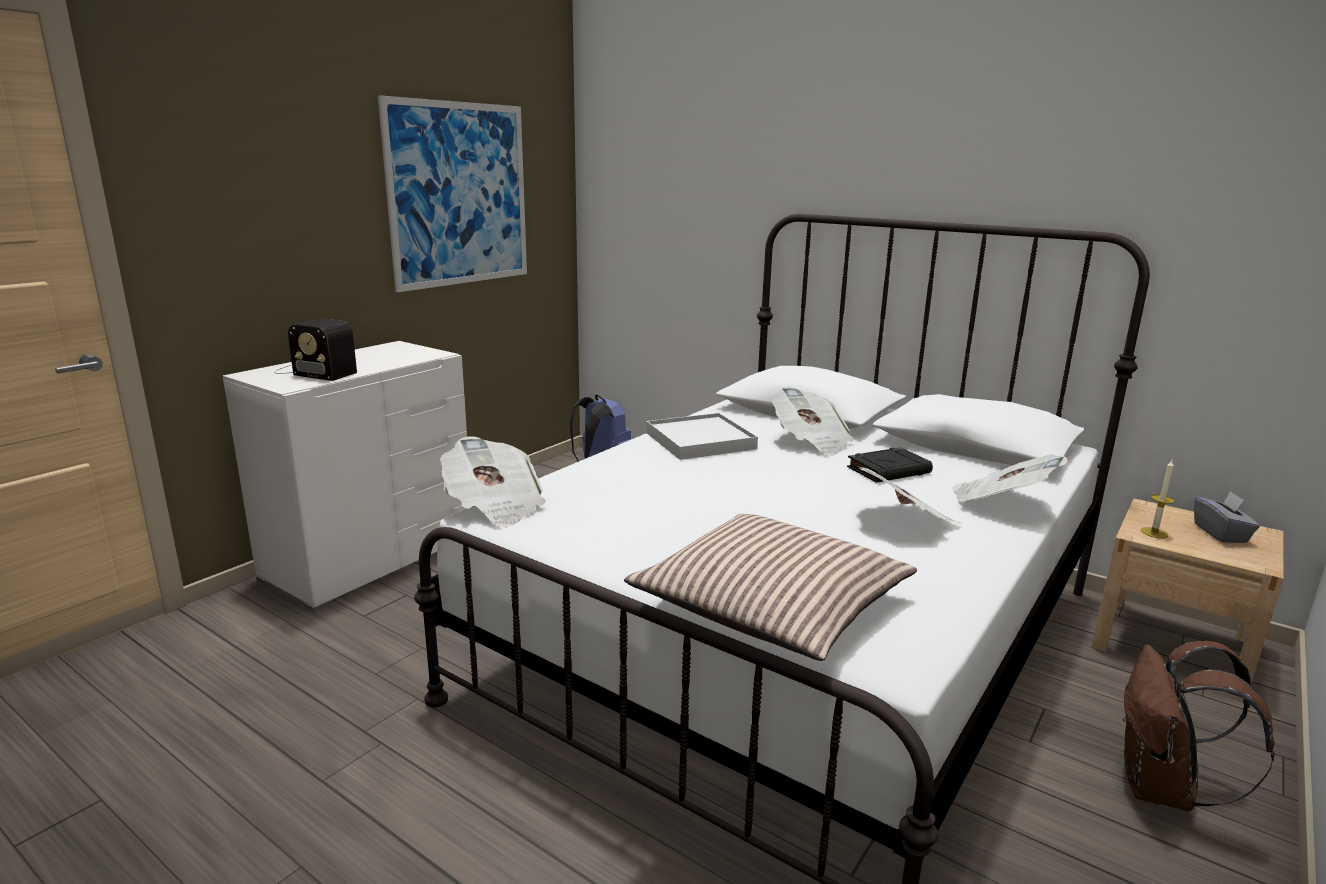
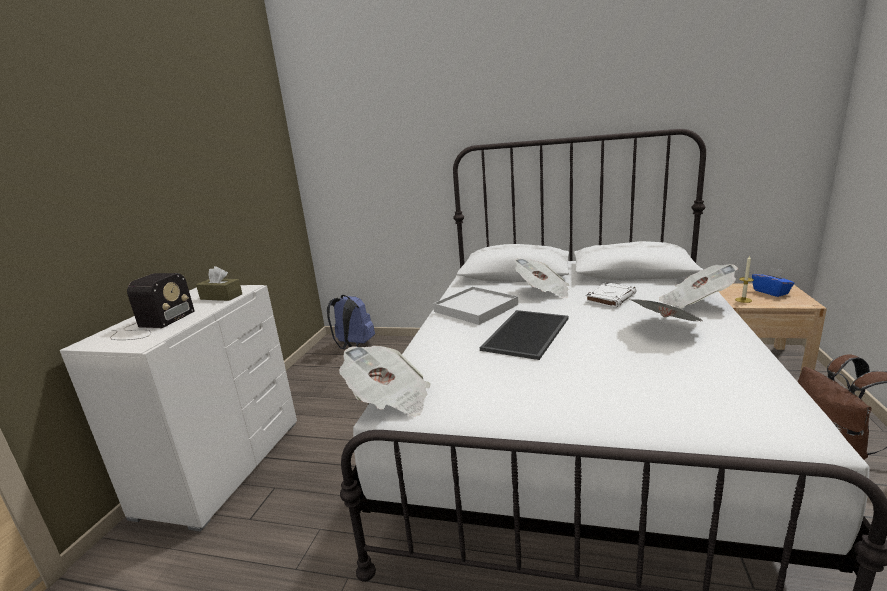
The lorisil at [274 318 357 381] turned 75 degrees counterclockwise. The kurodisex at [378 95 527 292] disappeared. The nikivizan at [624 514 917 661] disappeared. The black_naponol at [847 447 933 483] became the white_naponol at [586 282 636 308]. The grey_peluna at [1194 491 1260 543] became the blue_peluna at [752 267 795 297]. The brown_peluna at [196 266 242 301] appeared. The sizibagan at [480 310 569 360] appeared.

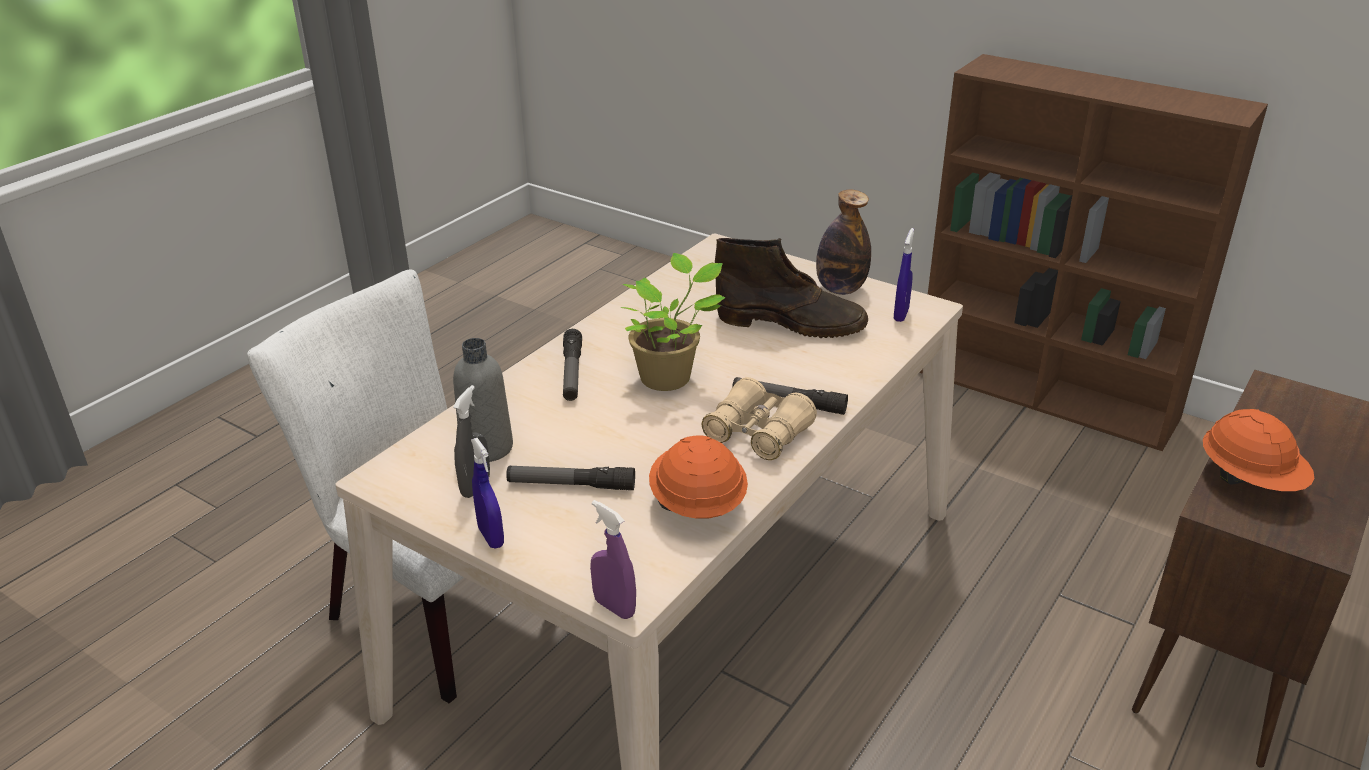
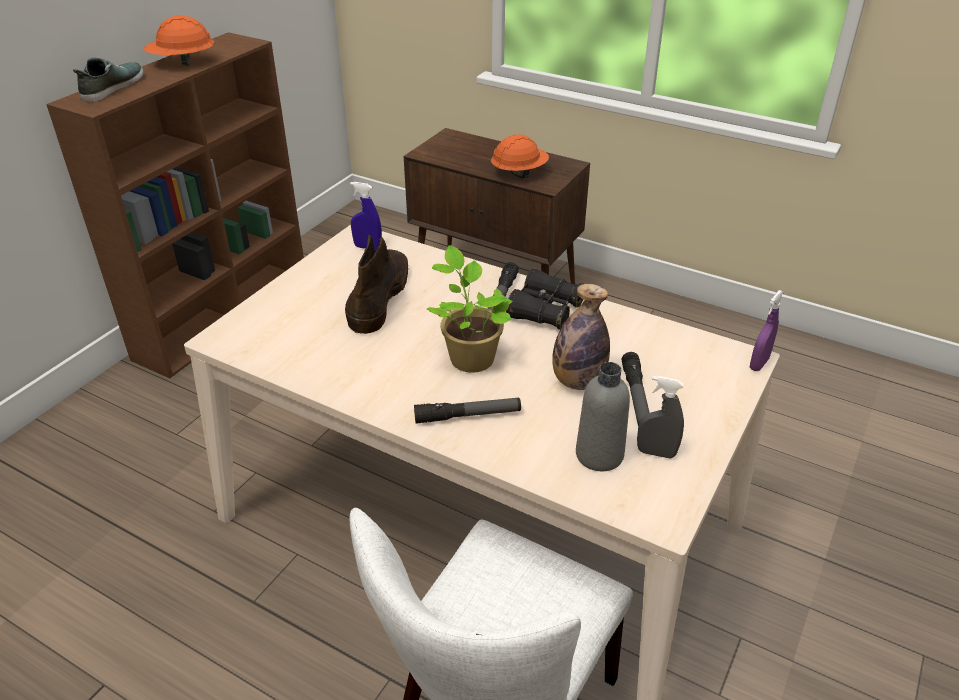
The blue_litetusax at [471 438 504 548] disappeared. The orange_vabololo moved from [649 435 748 519] to [144 15 215 66]. The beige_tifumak at [702 377 817 460] became the black_tifumak at [506 269 583 330]. The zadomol moved from [816 189 871 295] to [552 284 610 390]. The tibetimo at [73 57 144 102] appeared.

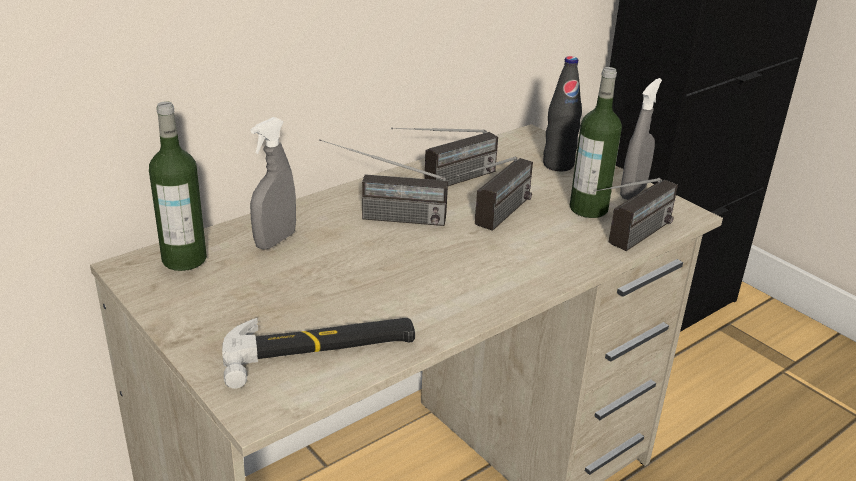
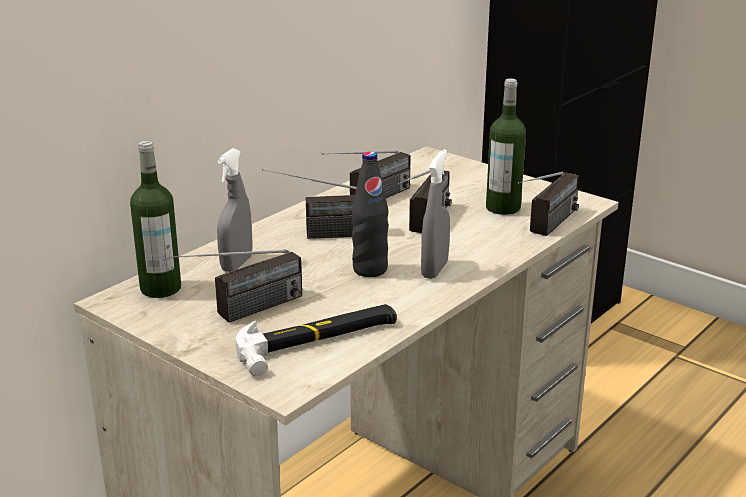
The black_zadomol moved from [543 56 582 171] to [352 151 389 277]. The grey_litetusax moved from [620 78 662 200] to [421 149 450 279]. The lorisil at [168 249 302 322] appeared.

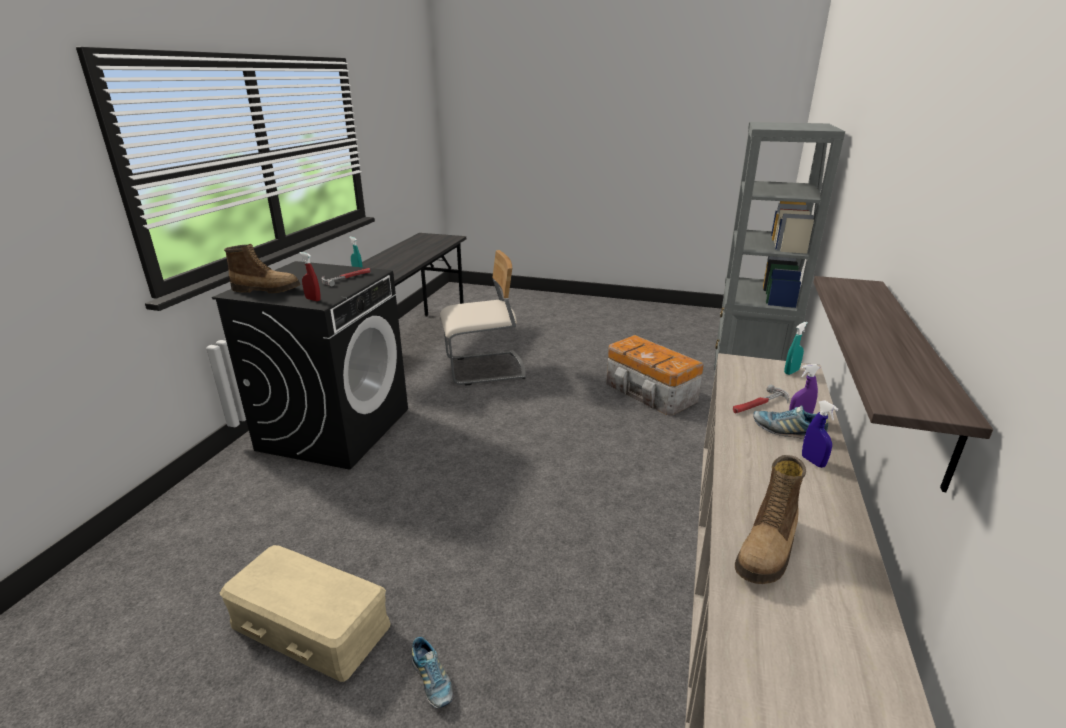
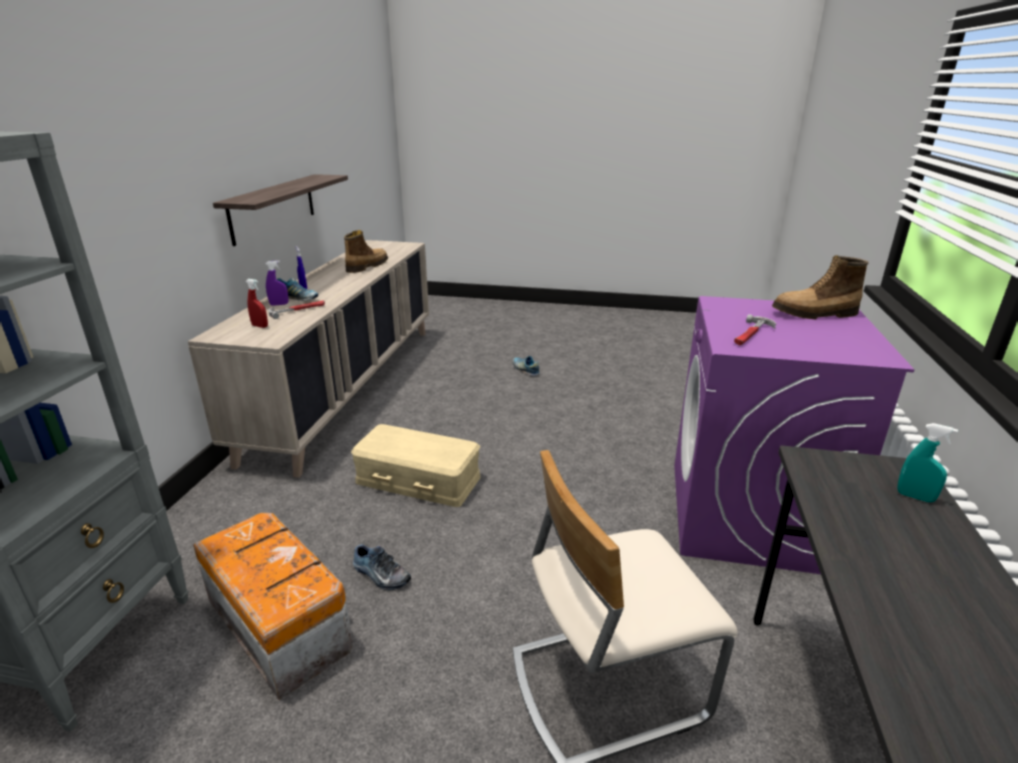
The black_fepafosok at [212 261 408 470] became the purple_fepafosok at [674 296 915 574]. The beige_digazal moved from [220 545 391 682] to [351 424 480 507]. The red_litetusax moved from [299 252 321 301] to [246 279 268 328]. The turquoise_litetusax at [784 322 808 375] disappeared. The tibetimo at [353 544 411 590] appeared.

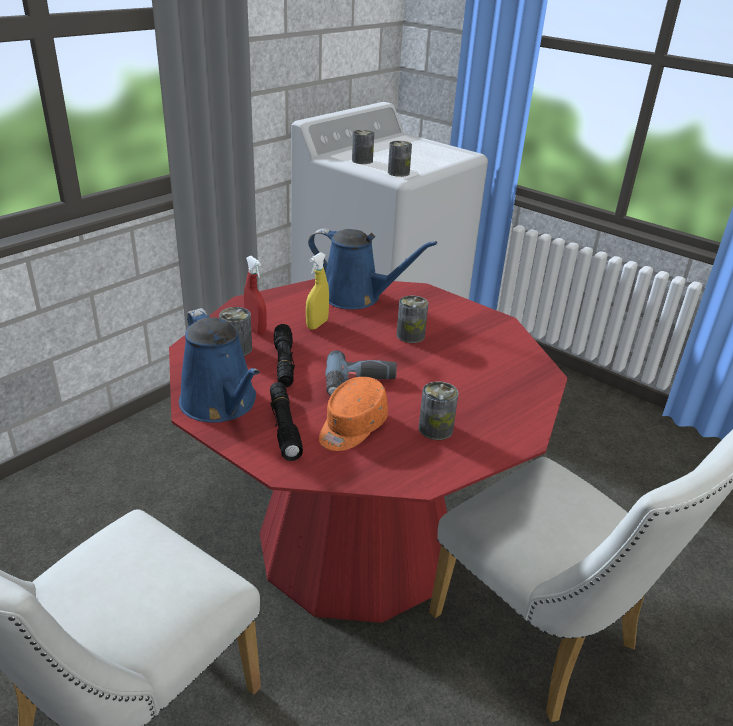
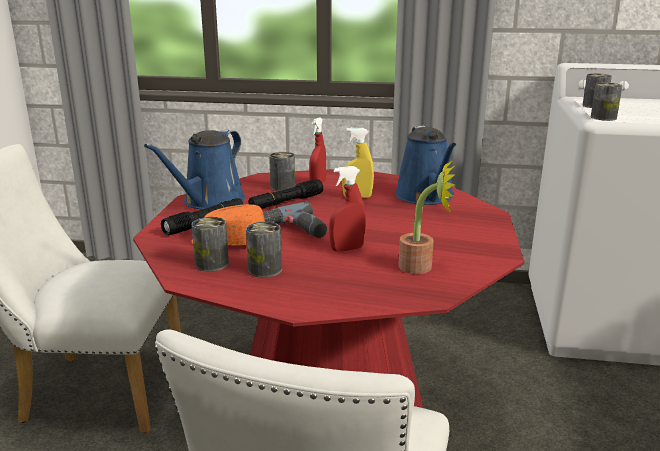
The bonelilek moved from [397 296 428 343] to [192 217 229 272]. The red_litetusax at [329 166 366 252] appeared. The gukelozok at [398 161 455 274] appeared.

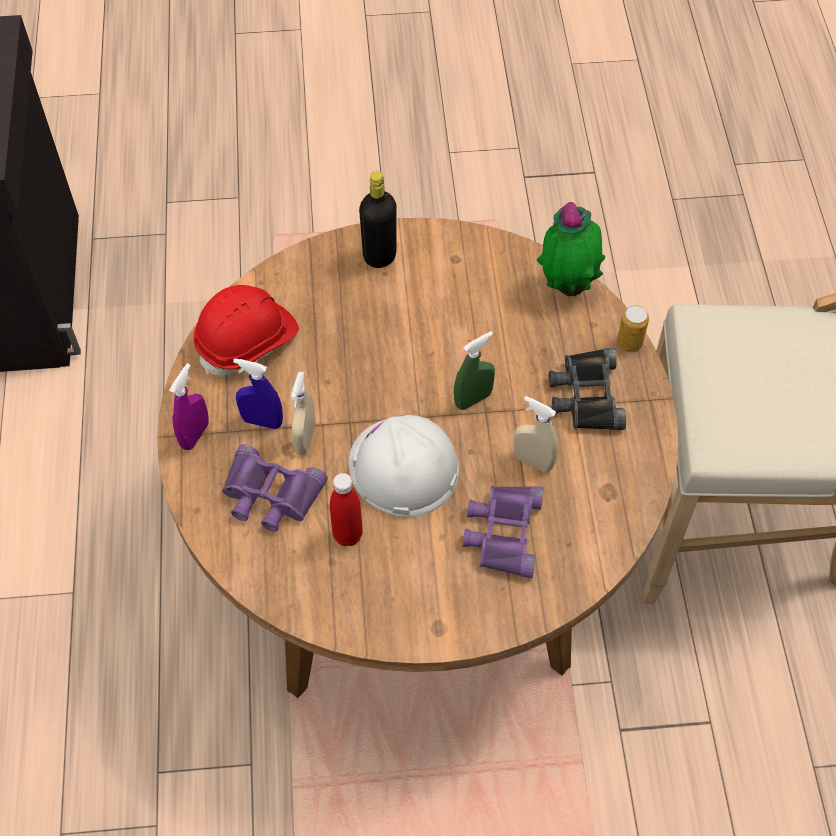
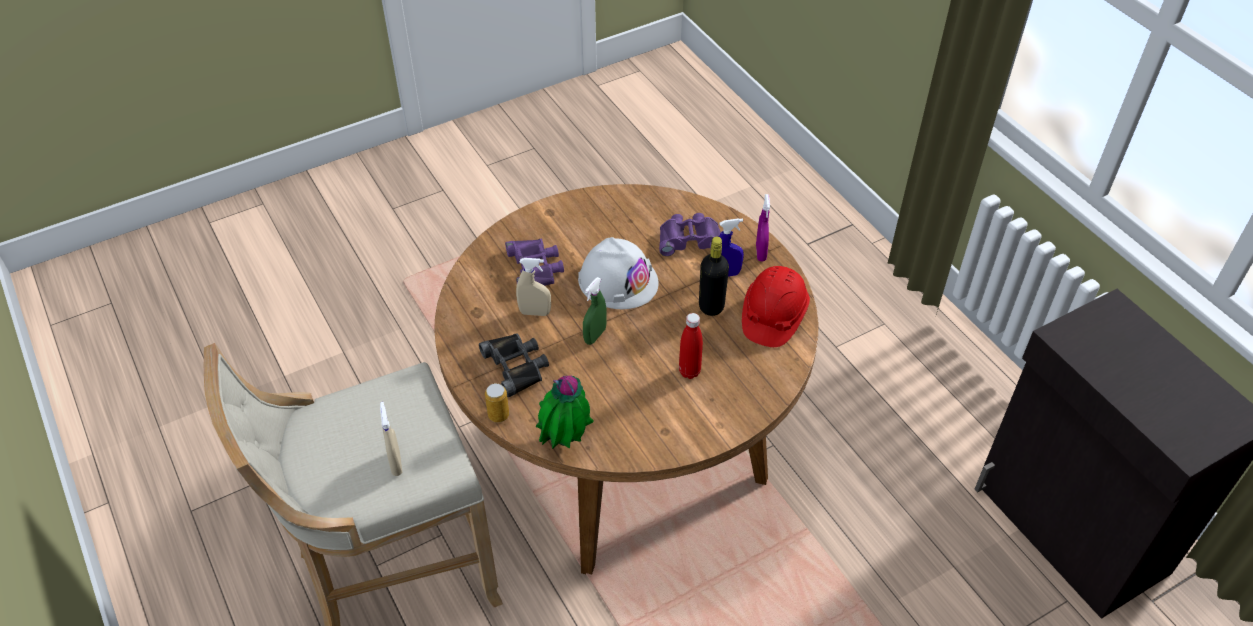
The beige_litetusax moved from [291 372 316 455] to [380 402 402 476]. The red_zadomol moved from [330 473 363 546] to [679 313 703 379]. The black_zadomol moved from [359 171 397 268] to [699 236 729 316].

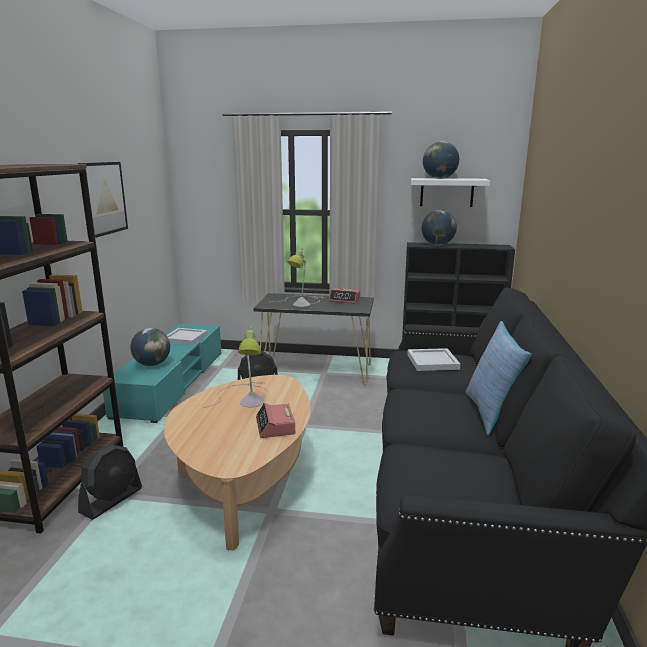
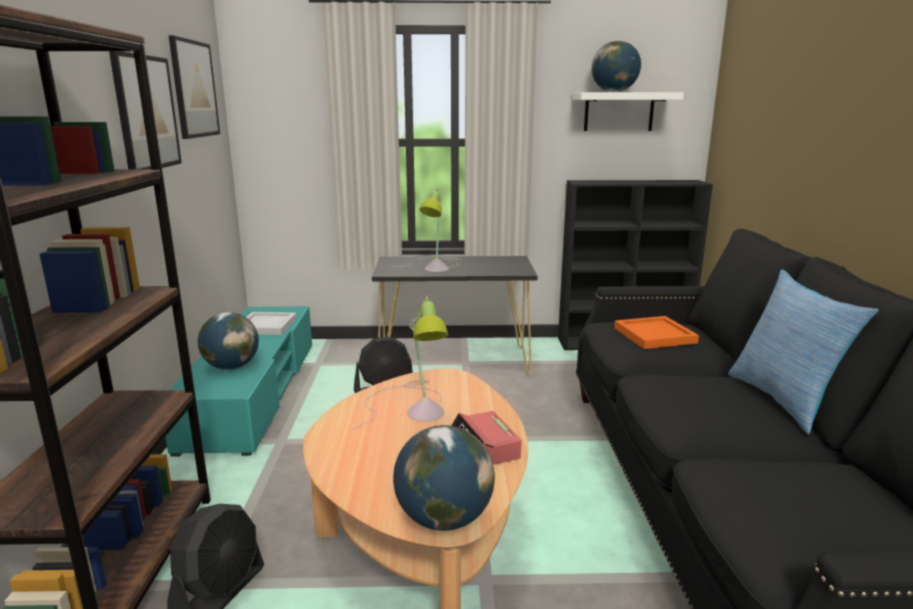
The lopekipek at [329 288 360 303] disappeared. The white_sizibagan at [407 348 460 371] became the orange_sizibagan at [614 316 699 349]. The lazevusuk moved from [421 210 457 245] to [393 425 495 531]. The kurodisex at [169 35 220 139] appeared.

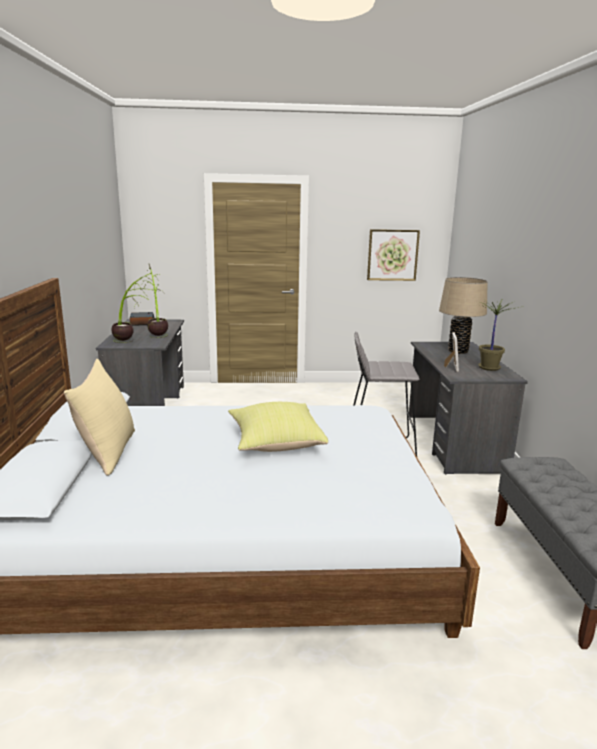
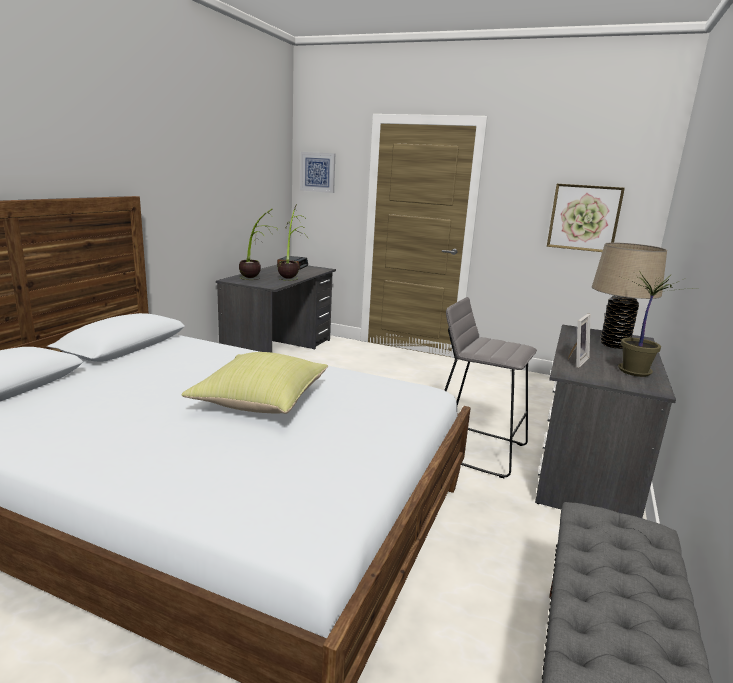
The beige_nikivizan at [64 359 135 476] disappeared. The kurodisex at [300 152 335 193] appeared.

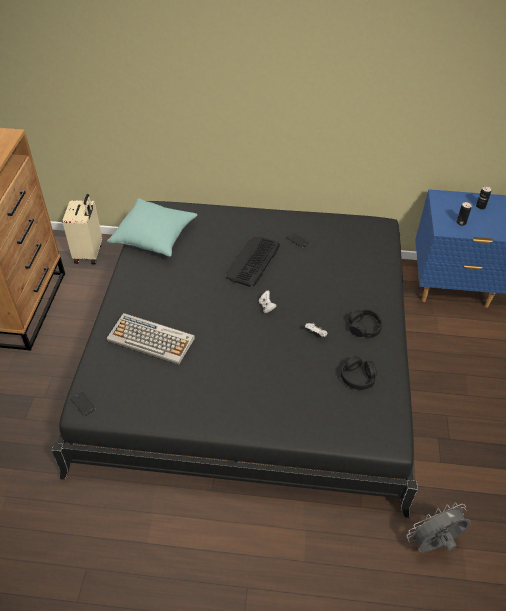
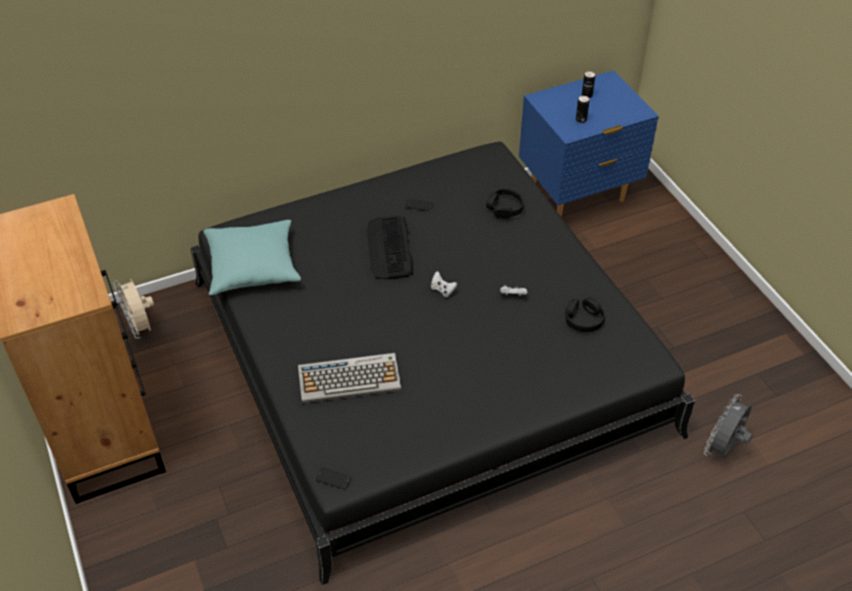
The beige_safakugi at [62 194 102 264] was replaced by the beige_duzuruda at [113 279 154 339]. The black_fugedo moved from [348 310 383 338] to [486 189 524 219].

